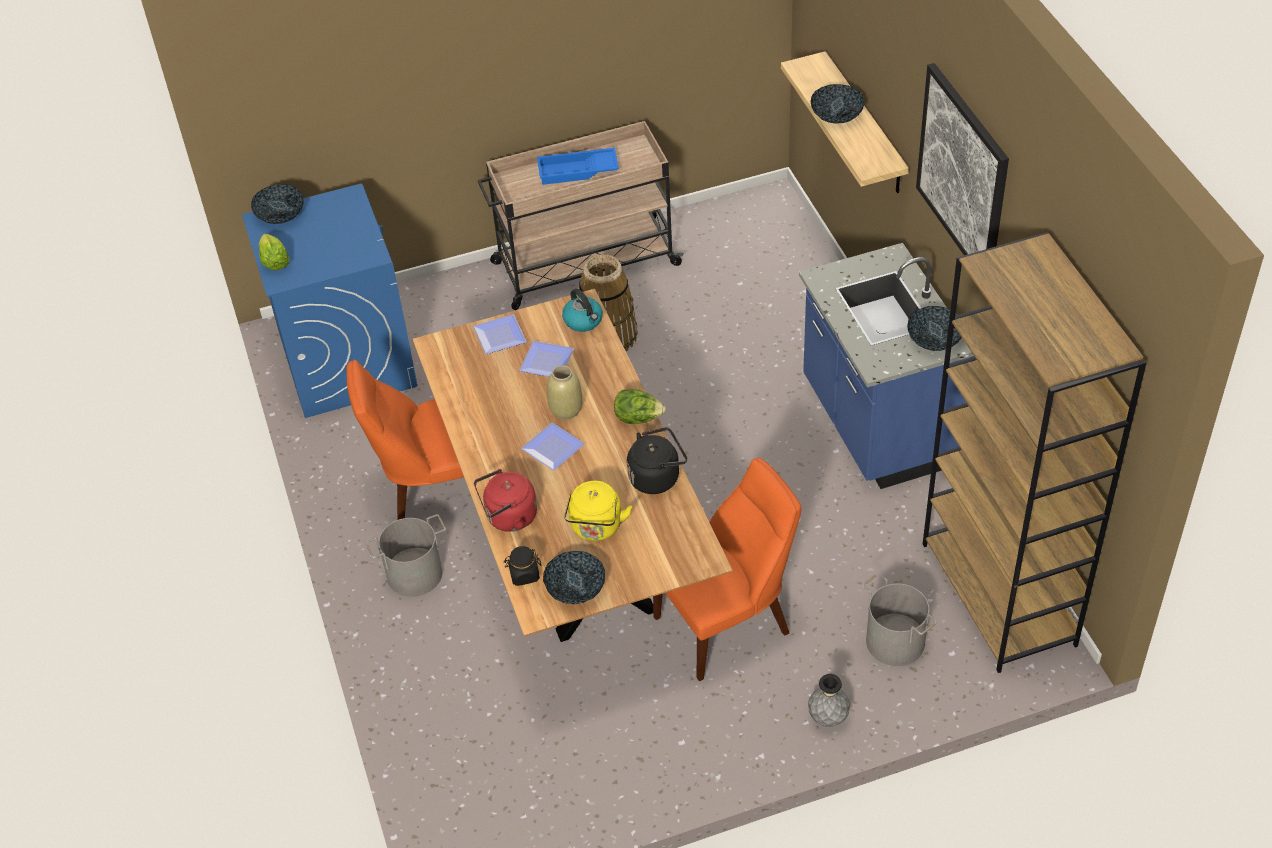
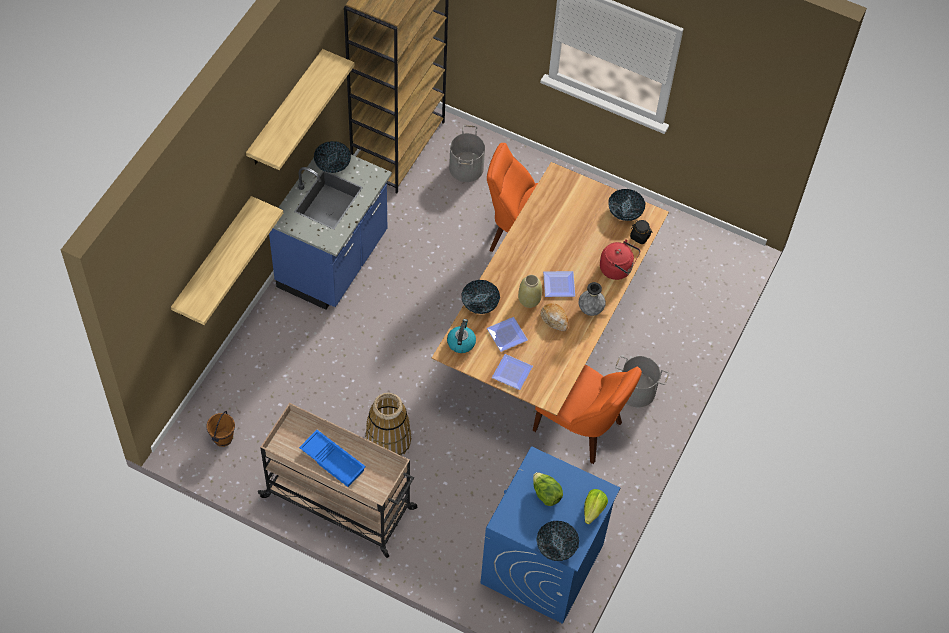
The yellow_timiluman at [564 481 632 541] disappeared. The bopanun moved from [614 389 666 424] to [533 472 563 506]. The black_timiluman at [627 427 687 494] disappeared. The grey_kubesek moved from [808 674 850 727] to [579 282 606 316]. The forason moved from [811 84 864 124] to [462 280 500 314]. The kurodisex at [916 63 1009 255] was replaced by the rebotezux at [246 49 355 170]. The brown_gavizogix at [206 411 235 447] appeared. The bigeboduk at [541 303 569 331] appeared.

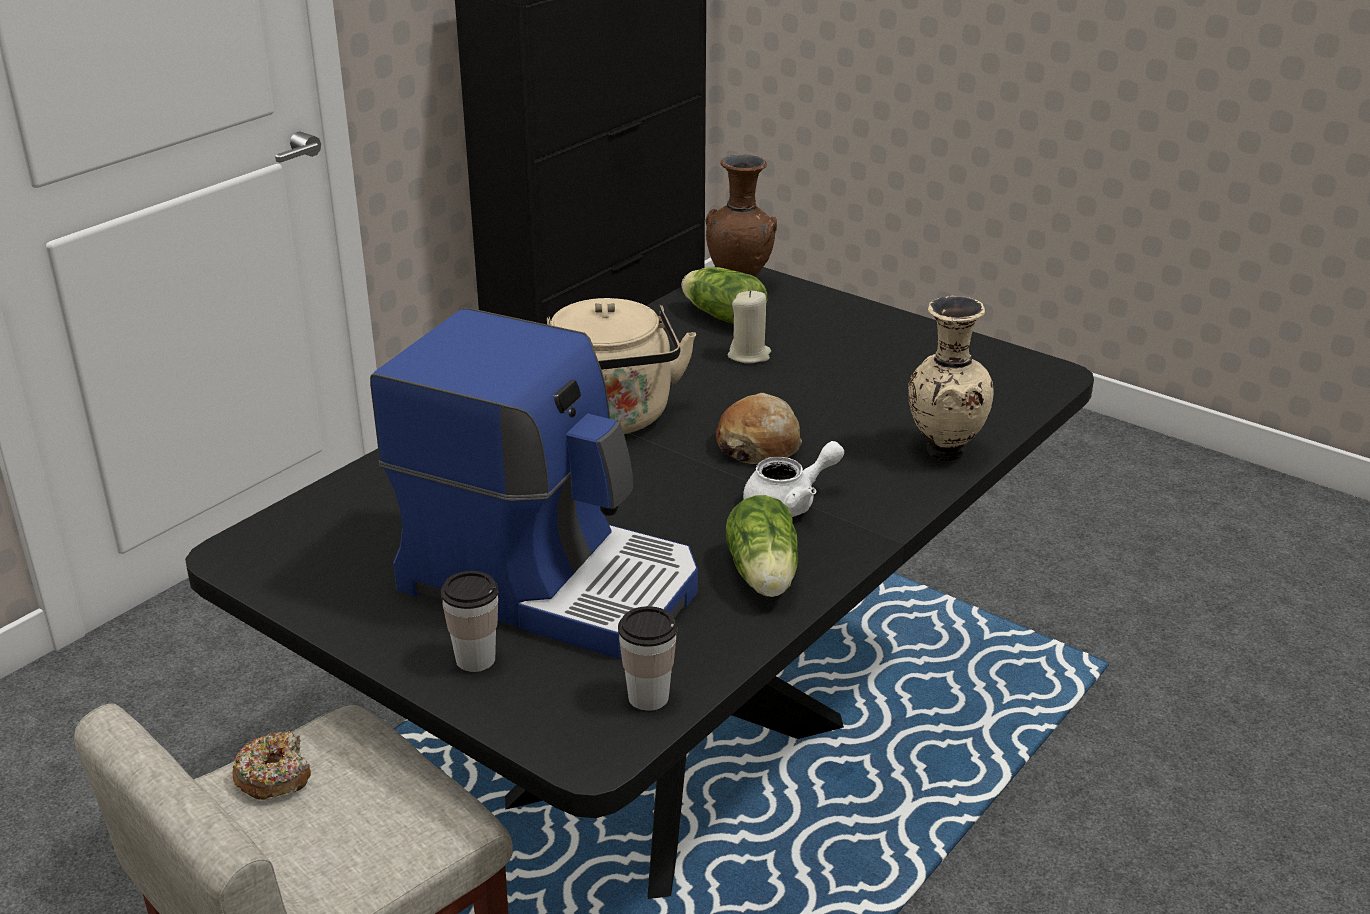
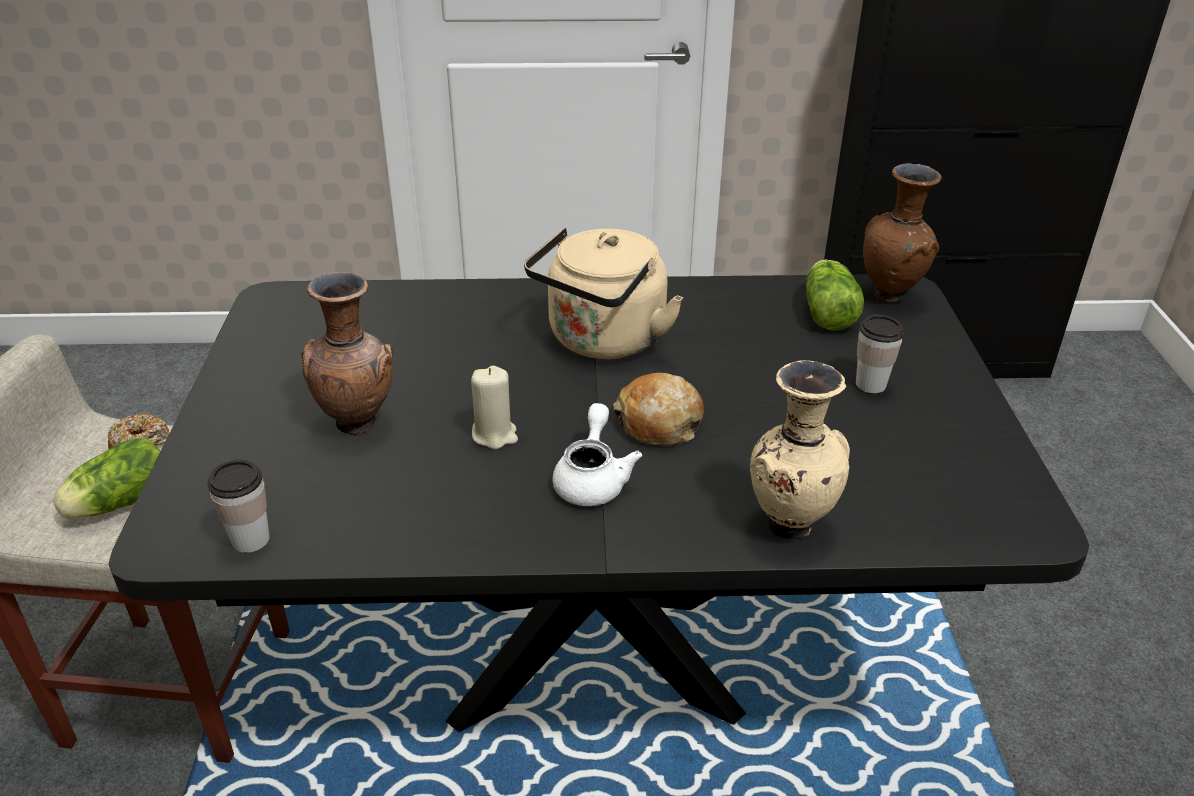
The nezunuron at [370 308 698 658] was replaced by the brown_kubesek at [301 272 393 436]. The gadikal moved from [441 571 498 672] to [856 315 904 393]. The bopanun moved from [726 495 798 597] to [53 438 161 519]. The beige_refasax moved from [728 290 771 363] to [471 366 518 449]. The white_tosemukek at [743 441 844 517] turned 105 degrees counterclockwise.

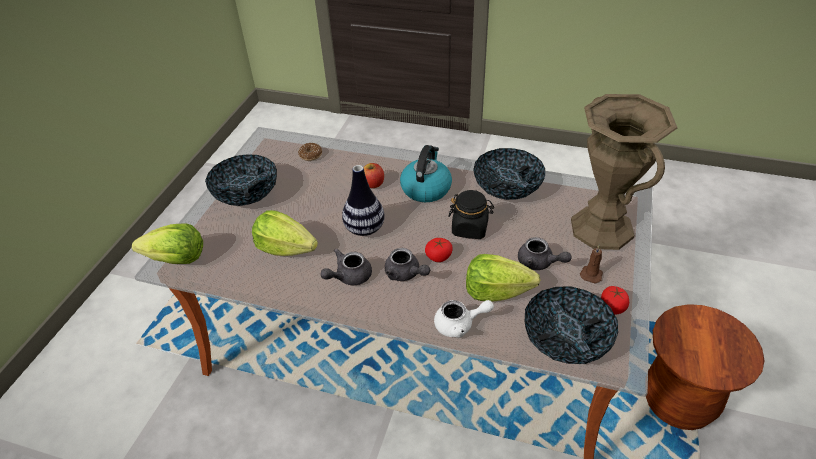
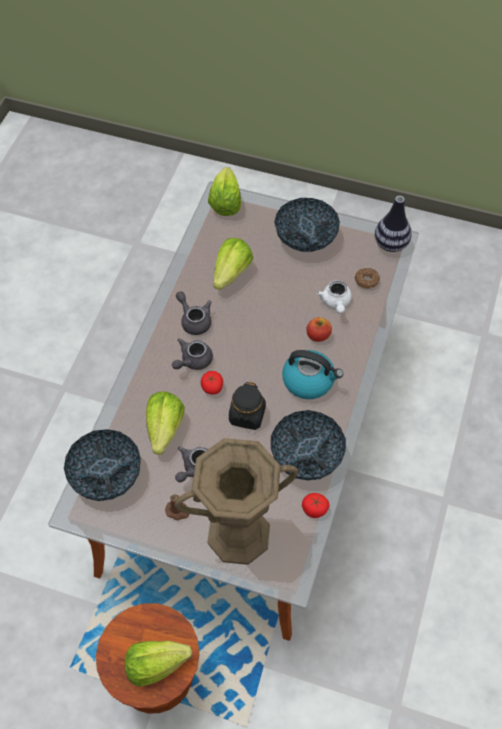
The kubesek moved from [342 165 384 236] to [375 196 412 252]. The white_tosemukek moved from [434 300 494 338] to [317 280 352 314]. The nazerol moved from [601 286 629 314] to [302 493 329 518]. The bopanun at [125 641 192 686] appeared.

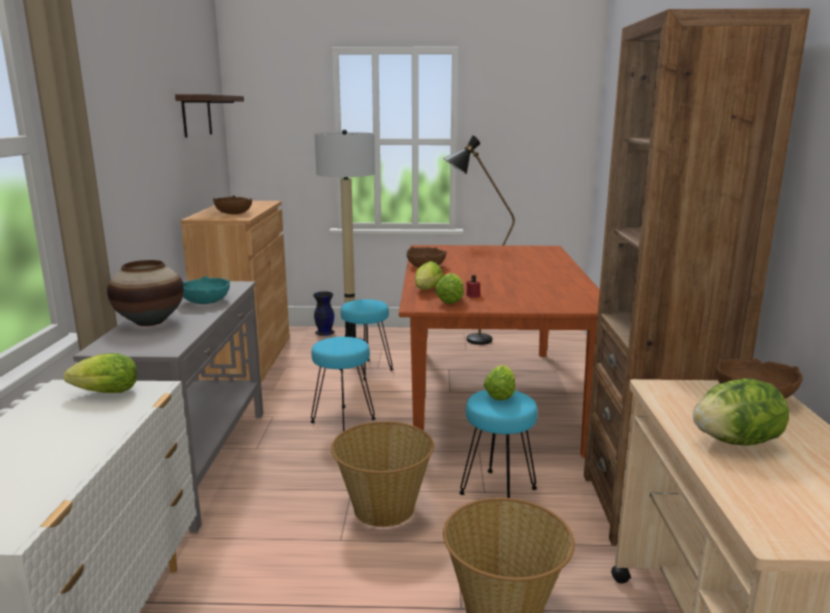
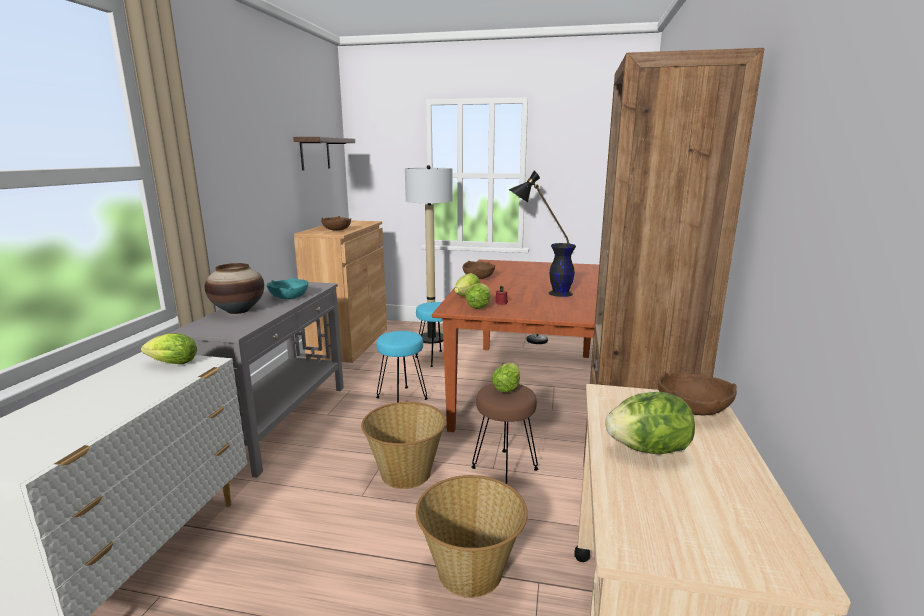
The black_kubesek moved from [313 291 335 336] to [549 243 576 297]. The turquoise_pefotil at [459 390 538 498] became the brown_pefotil at [471 383 538 484].

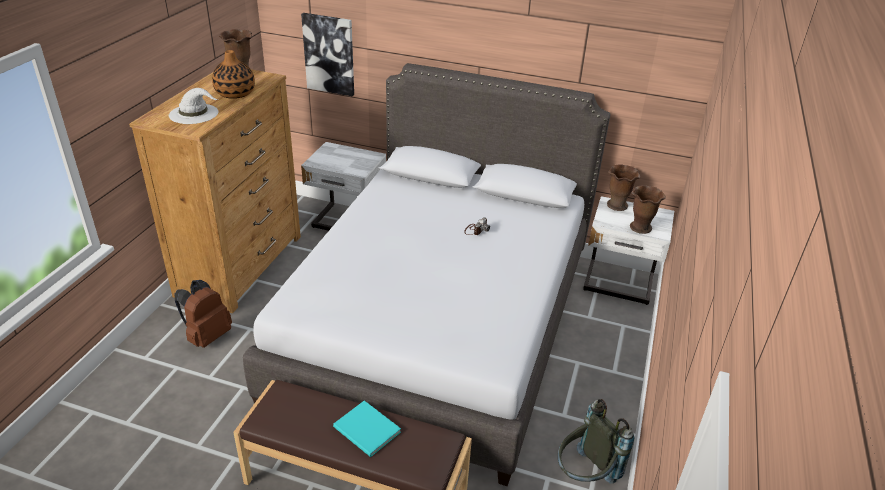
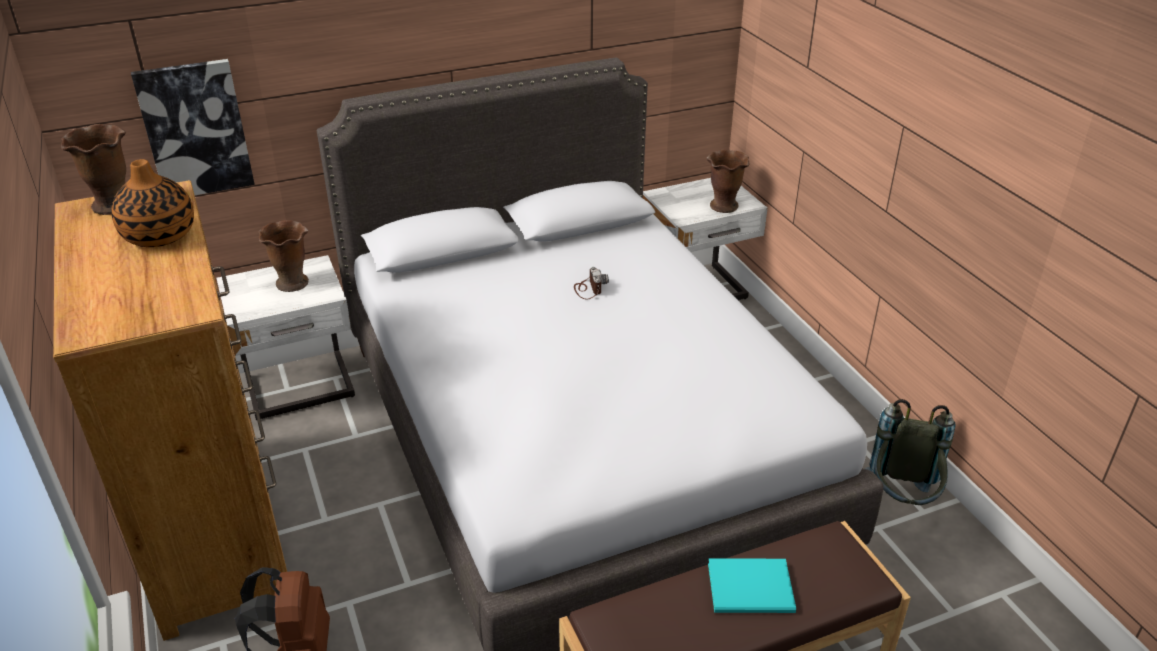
The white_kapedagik at [169 88 218 124] disappeared. The brown_kubesek moved from [607 164 640 211] to [258 220 309 292].

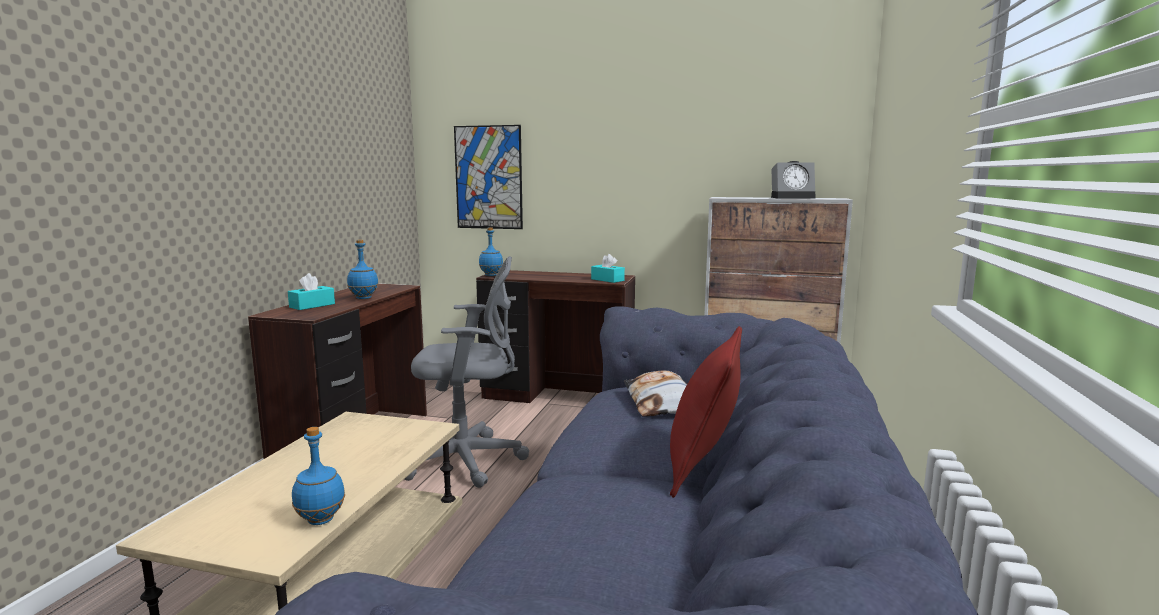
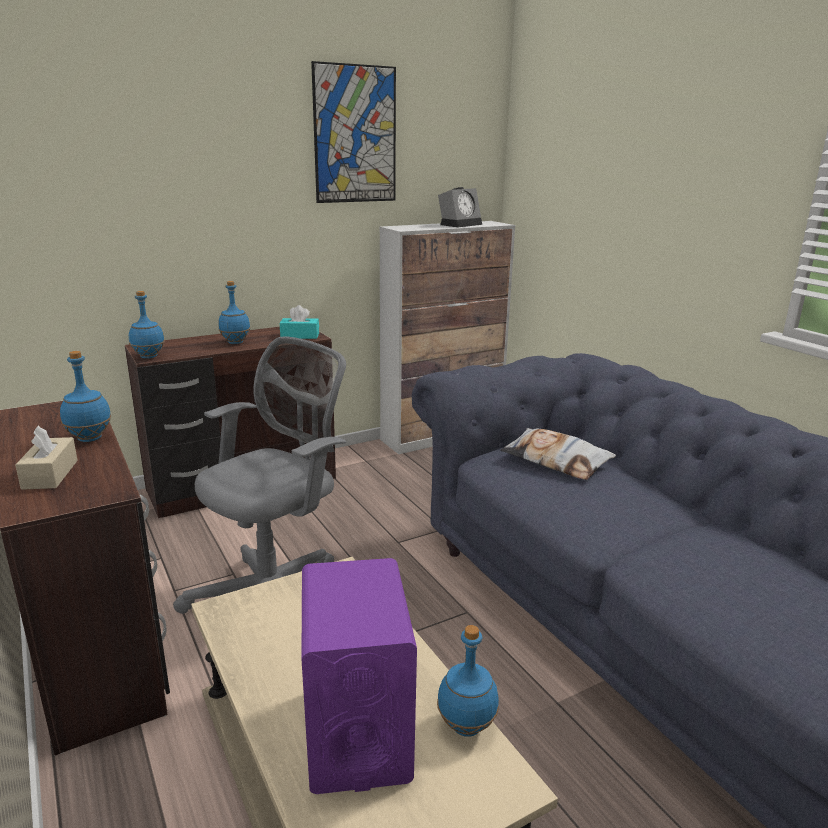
The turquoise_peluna at [288 273 335 310] became the beige_peluna at [15 426 78 490]. The kurodisex moved from [454 125 523 229] to [311 61 396 203]. The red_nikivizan at [670 326 742 498] disappeared. The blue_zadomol at [218 281 250 344] appeared. The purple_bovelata at [301 558 417 794] appeared.

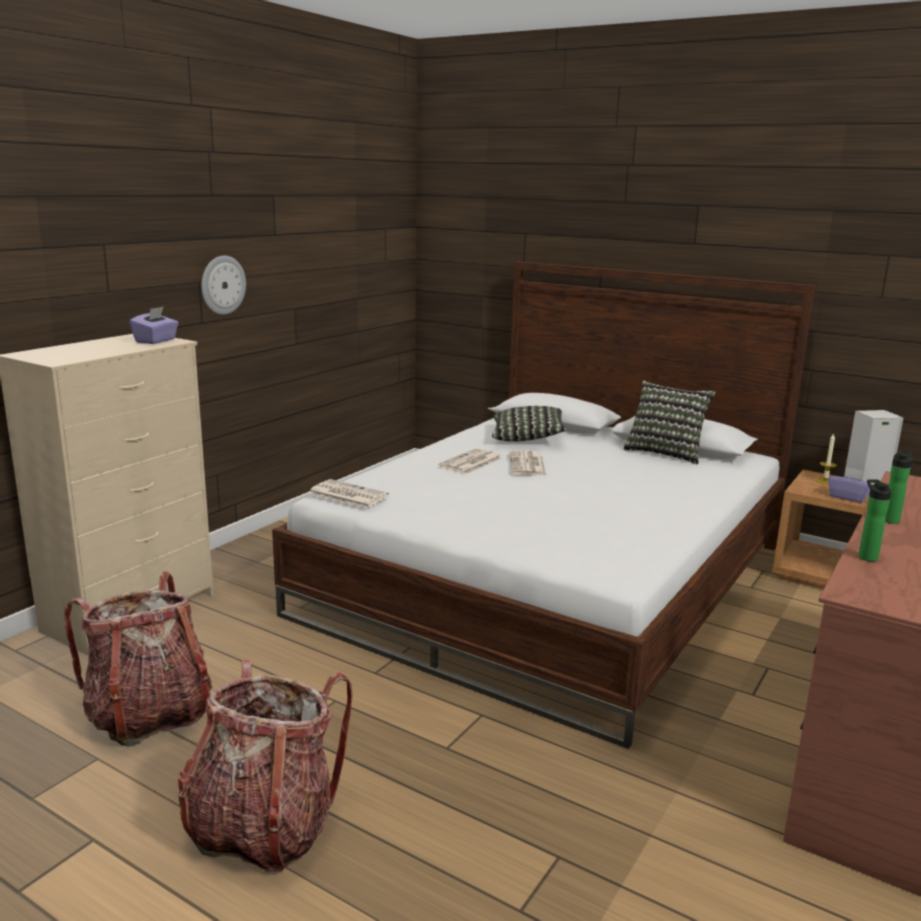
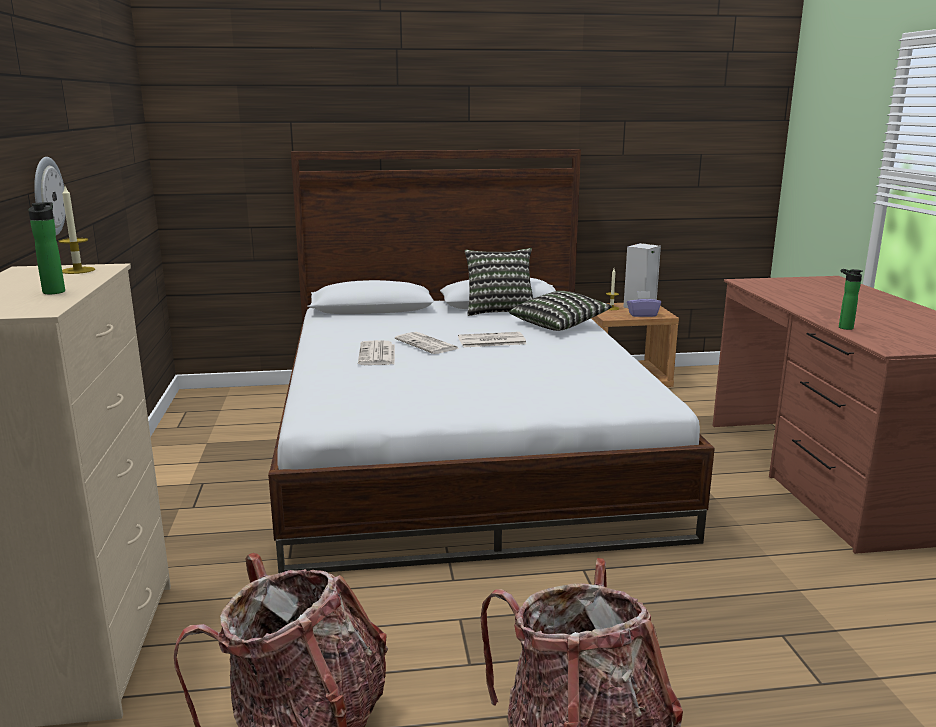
The purple_peluna at [129 306 178 344] was replaced by the refasax at [58 186 95 274]. The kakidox moved from [308 479 389 508] to [458 332 526 347]. The nikivizan moved from [492 406 566 442] to [509 291 612 331]. The zadomol moved from [885 450 912 524] to [28 202 65 294].

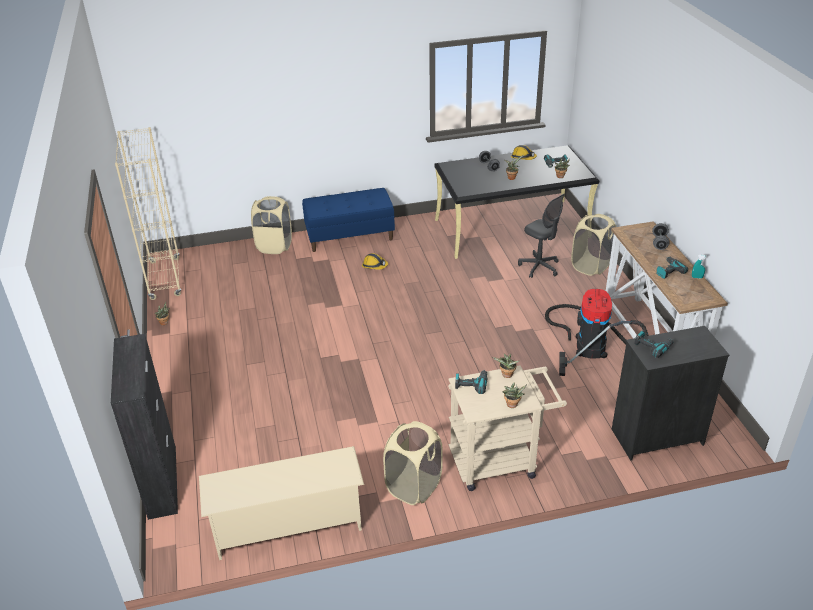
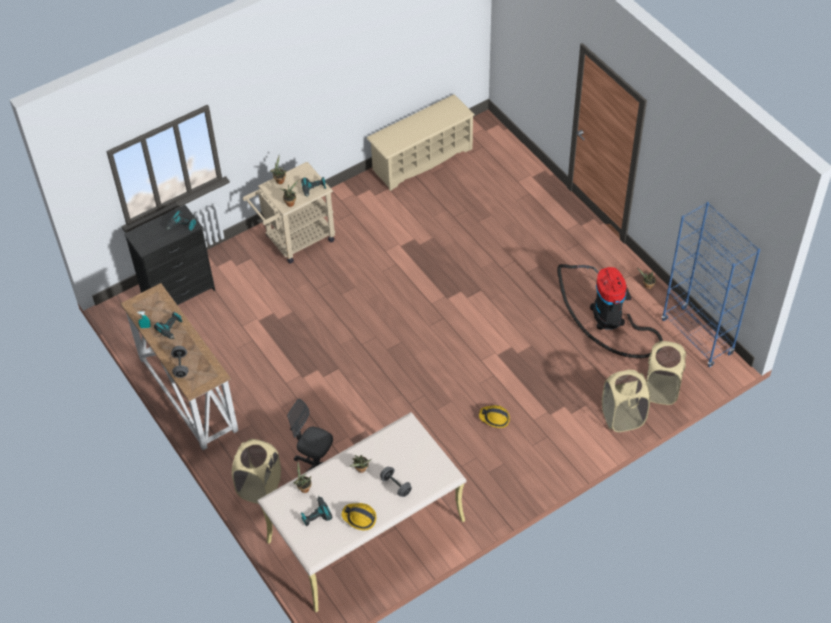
The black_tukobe at [111 334 178 520] disappeared. The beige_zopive at [115 127 181 300] became the blue_zopive at [662 202 760 367]. The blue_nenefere at [302 188 395 252] disappeared. The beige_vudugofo moved from [383 421 442 505] to [646 341 686 405]. The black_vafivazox at [435 145 599 259] became the beige_vafivazox at [257 412 466 612]. The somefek moved from [545 289 648 376] to [557 264 663 358].

